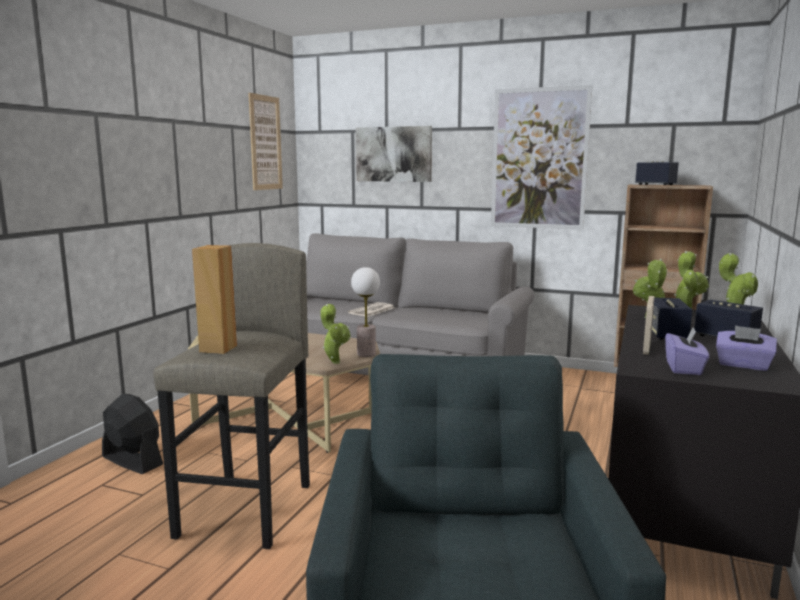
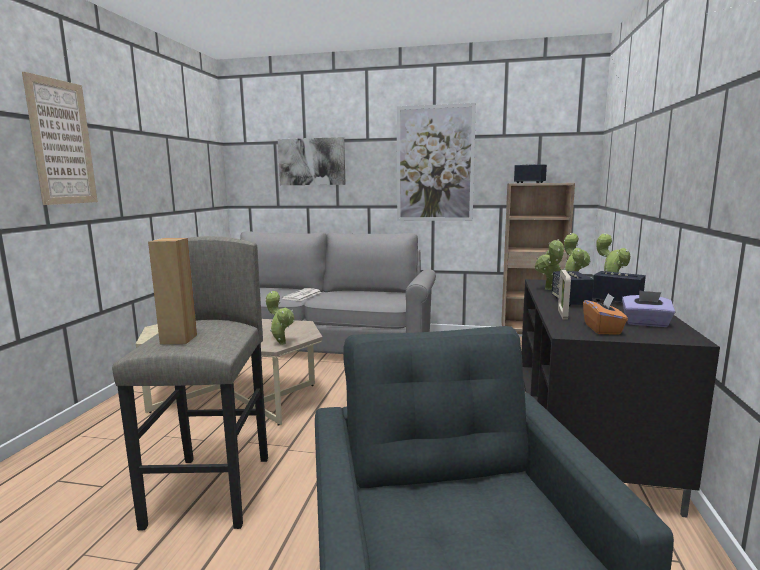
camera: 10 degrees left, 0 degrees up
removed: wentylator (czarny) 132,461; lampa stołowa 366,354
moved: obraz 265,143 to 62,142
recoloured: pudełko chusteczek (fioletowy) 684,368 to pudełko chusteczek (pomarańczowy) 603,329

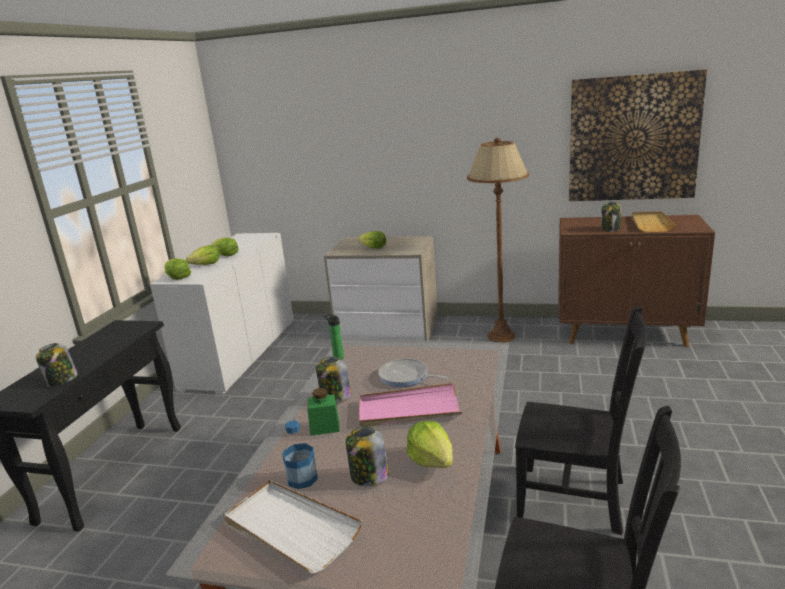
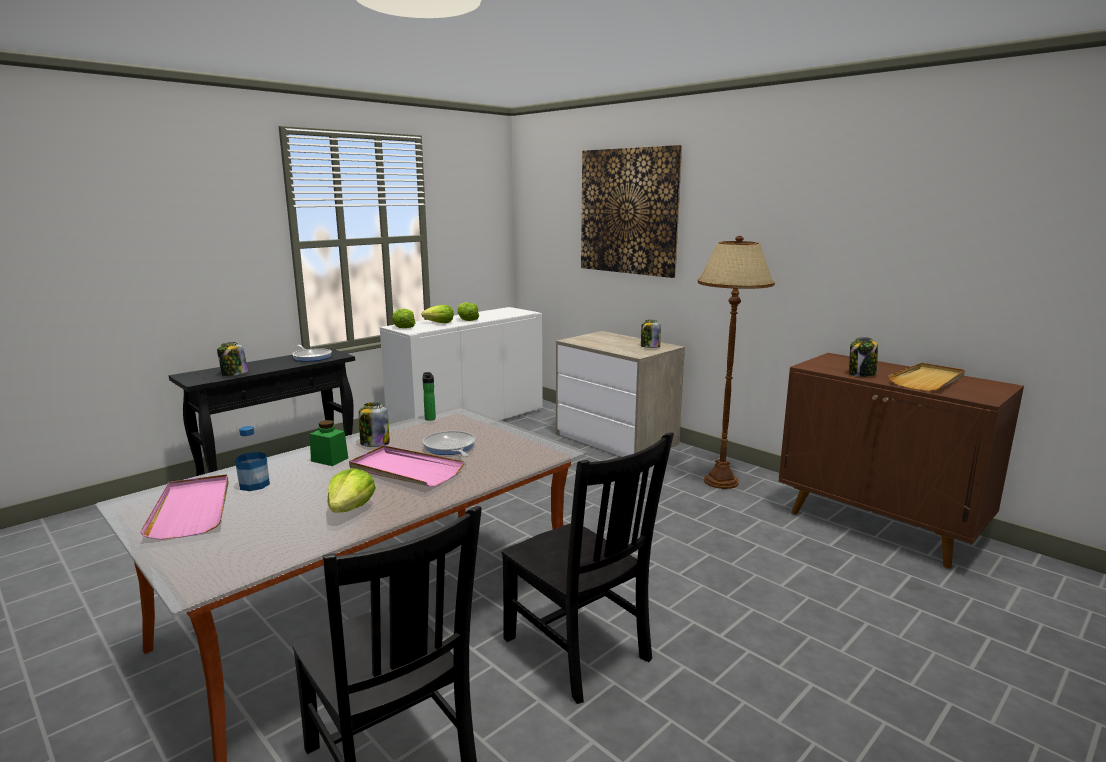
camera: 30 degrees right, 5 degrees down
removed: sałata 373,248
added: patelnia 312,357
moved: słoik 368,477 to 650,347; obraz 633,138 to 628,211
recoloured: taca (biały) 291,528 to taca (różowy) 192,509

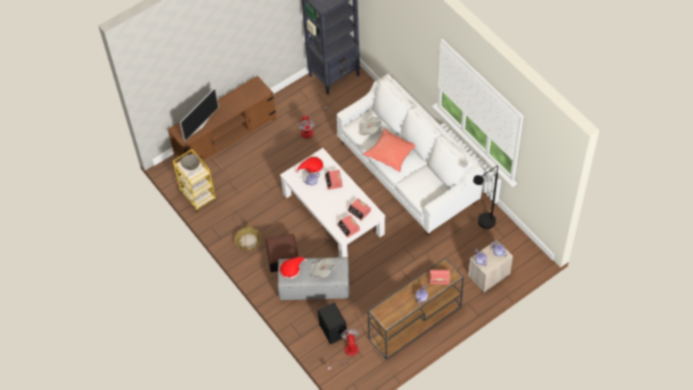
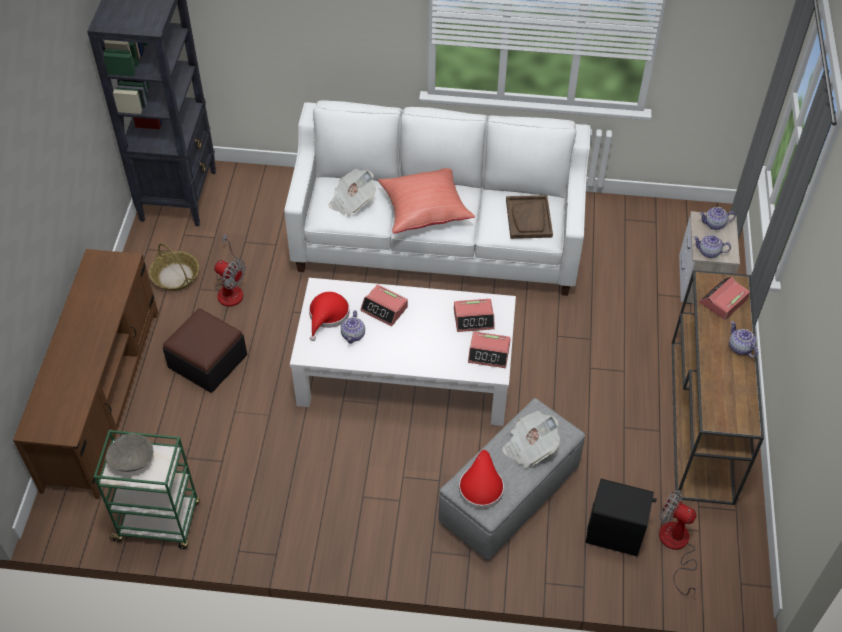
camera: 50 degrees left, 5 degrees down
removed: telewizor 200,126; lampa stojąca (czarny) 483,224
added: taca (brązowy) 529,218
moved: koszyk 248,241 to 175,276; pufa 283,257 to 207,361
recoloured: wózek (żółty) 198,196 to wózek (zielony) 159,522

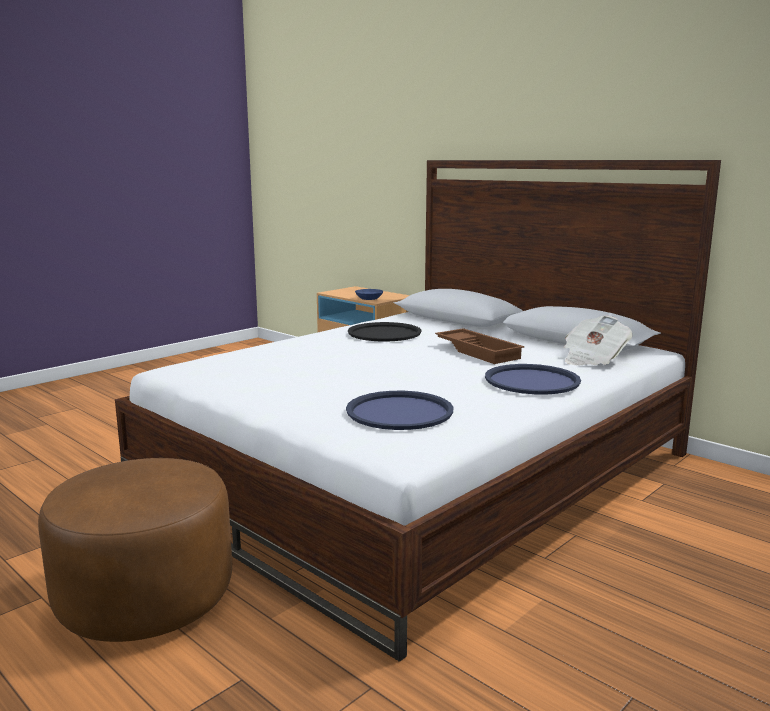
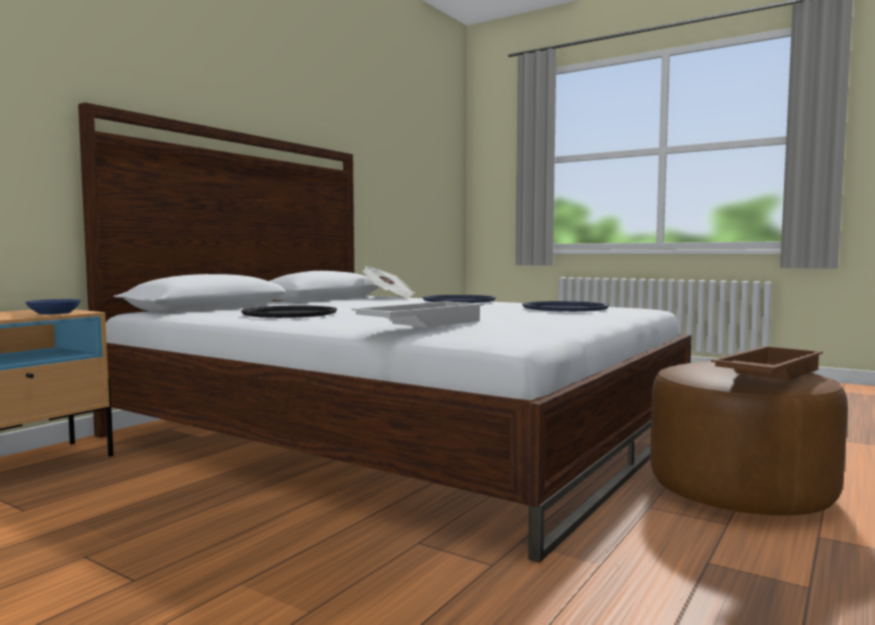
camera: 100 degrees left, 10 degrees down
added: taca (biały) 420,323
moved: taca (brązowy) 479,351 to 766,374

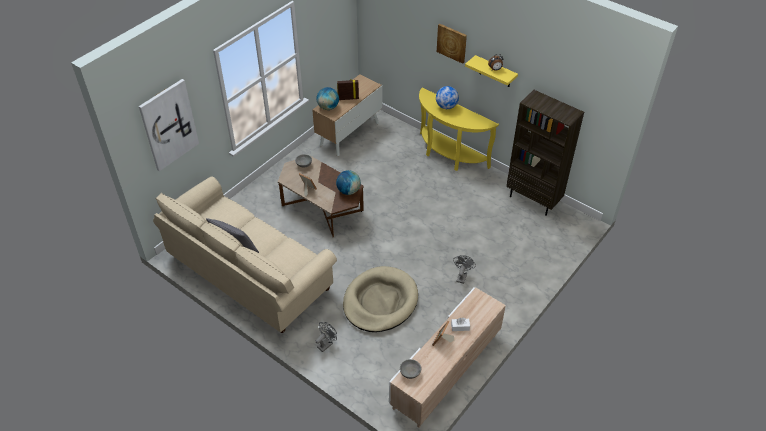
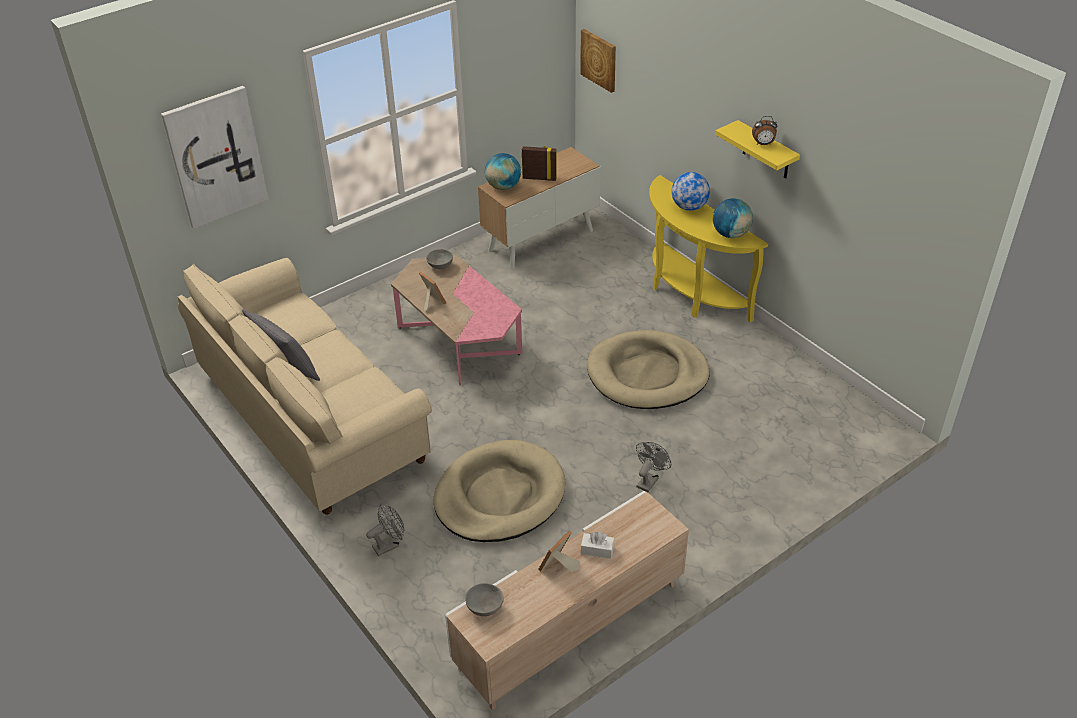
camera: 15 degrees right, 5 degrees down
removed: regał (brązowy) 533,200
added: legowisko (beżowy) 647,374
moved: globus 348,191 to 730,234; obraz 452,43 to 599,60
recoloured: ława (brązowy) 322,209 to ława (różowy) 458,341

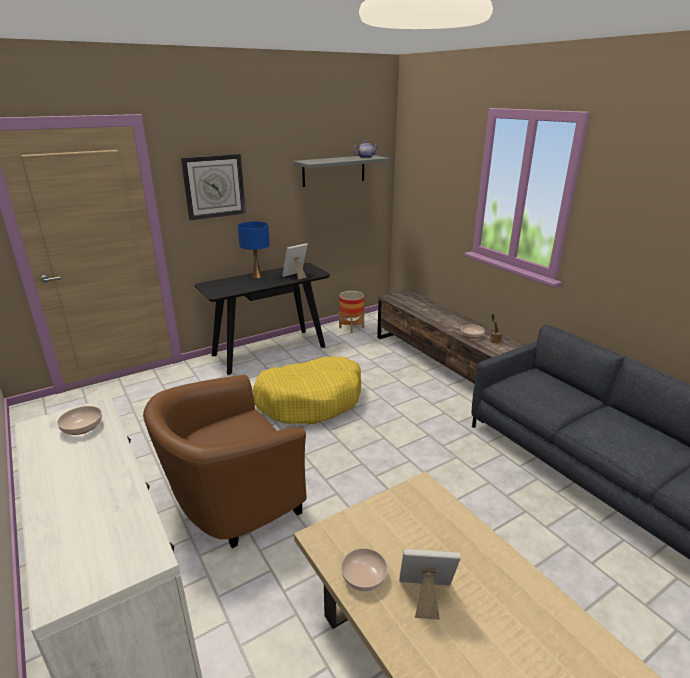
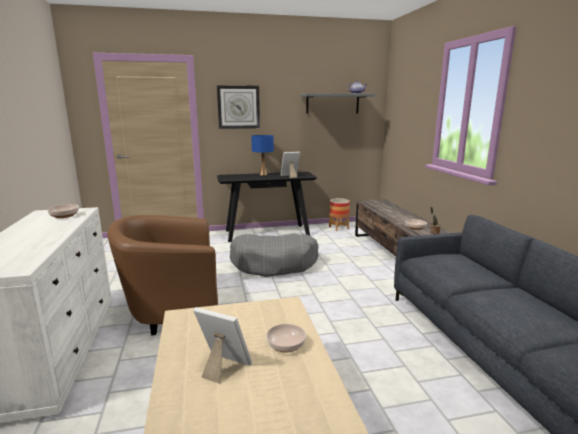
camera: 20 degrees right, 10 degrees down
moved: miska 363,577 to 285,345
recoloured: legowisko (żółty) 310,400 to legowisko (szary) 274,263

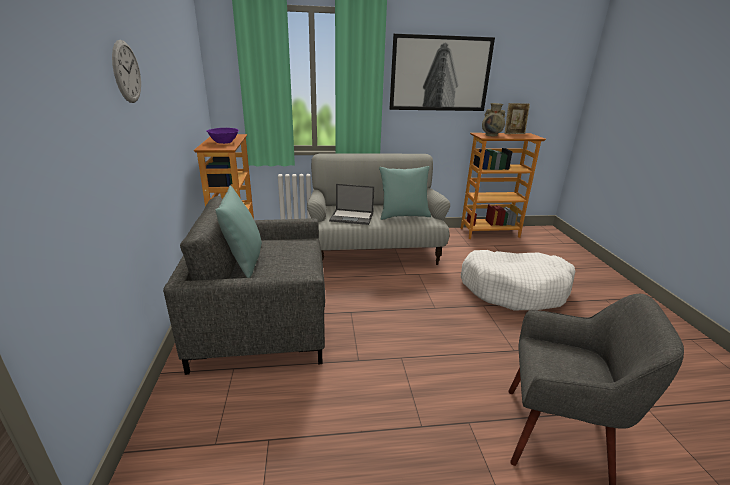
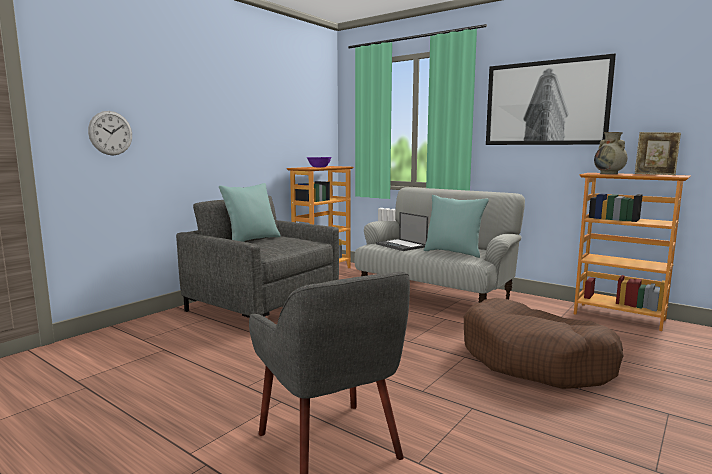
camera: 45 degrees right, 15 degrees down
moved: zegar ścienny 126,72 to 110,133
recoloured: legowisko (biały) 514,289 to legowisko (brązowy) 535,360

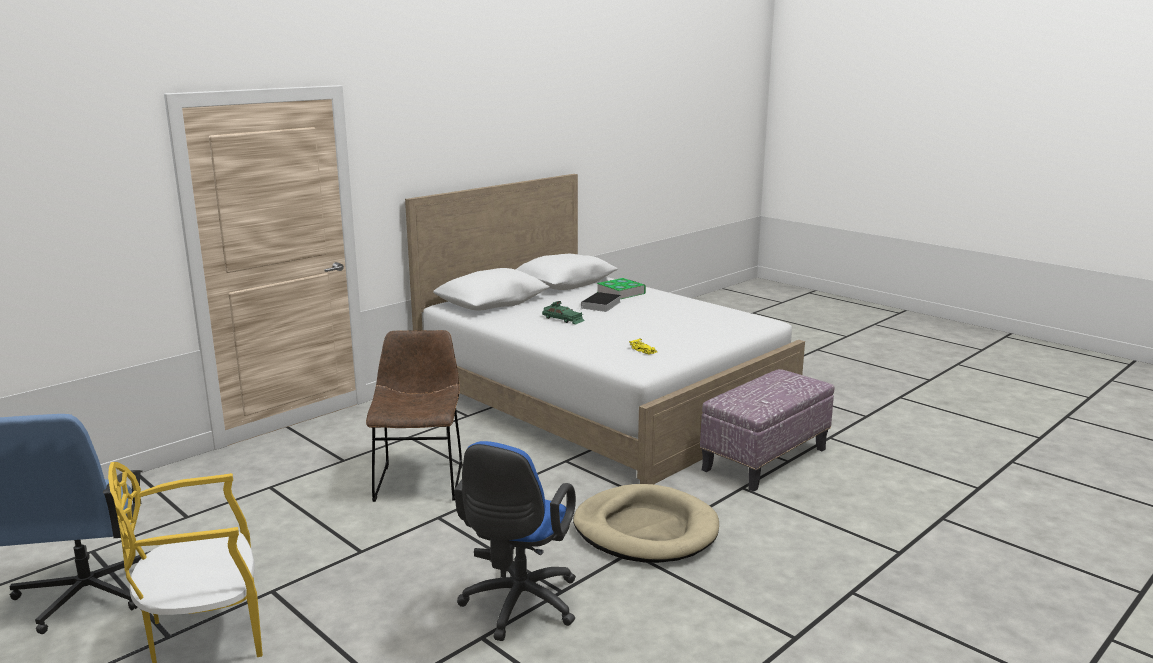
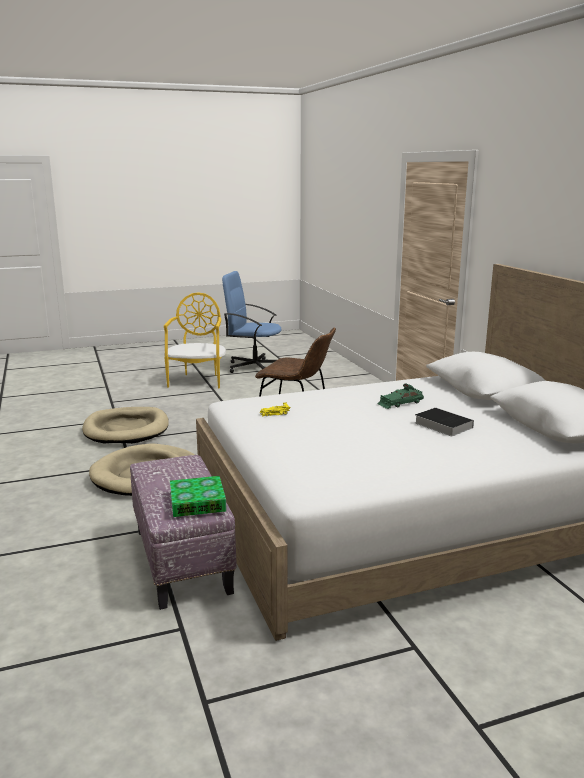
camera: 115 degrees right, 0 degrees up
moved: książka 621,292 to 197,502
replaced: krzesło biurowe (niebieski) 518,607 to legowisko (beżowy) 126,429

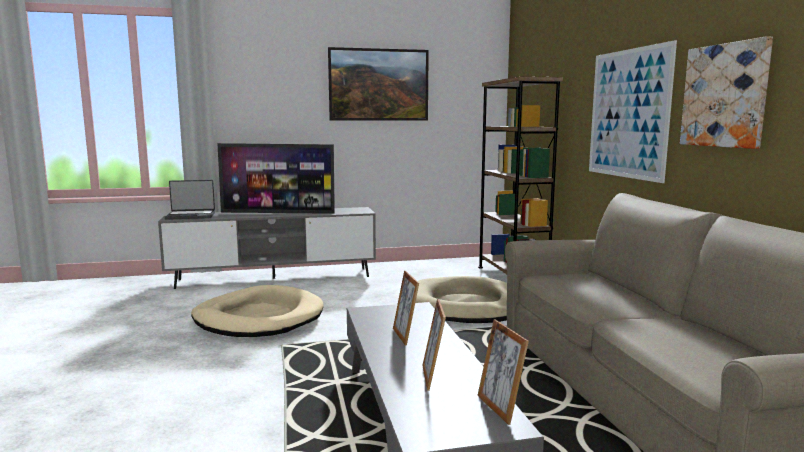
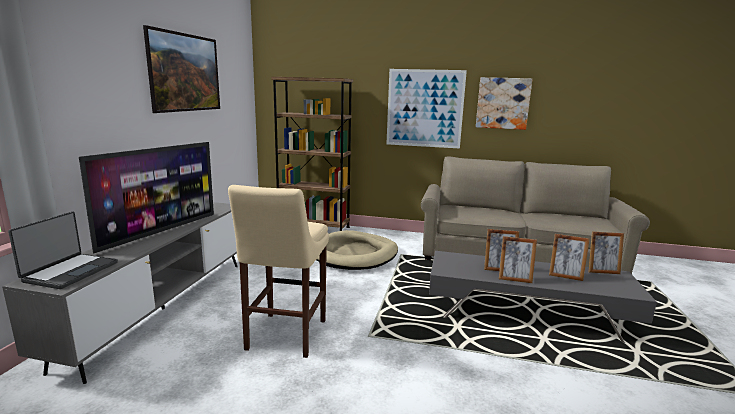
camera: 65 degrees left, 5 degrees up
added: ramka na zdjęcie 514,279
replaced: legowisko (beżowy) 259,318 to stołek (beżowy) 284,337

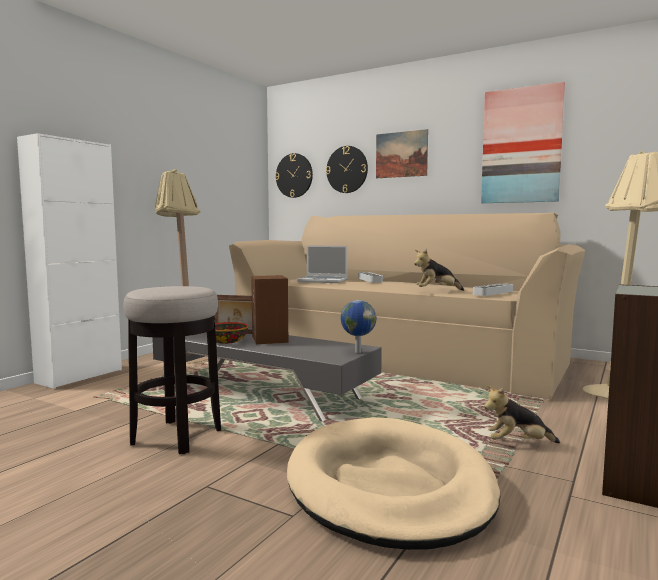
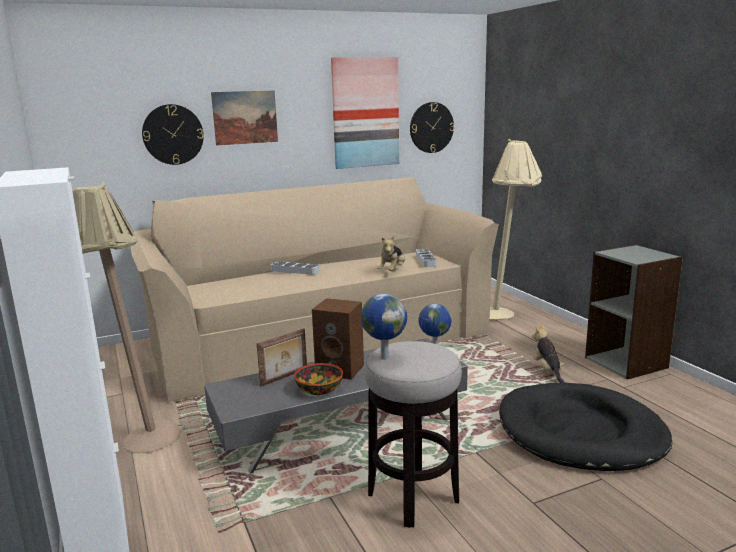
camera: 55 degrees left, 10 degrees up
removed: laptop 323,281
added: globus 384,357
moved: zegar ścienny 294,175 to 431,127
recoloured: legowisko (beżowy) 389,486 to legowisko (czarny) 581,432
turned: pluszak 518,443 = 548,371 135 degrees clockwise

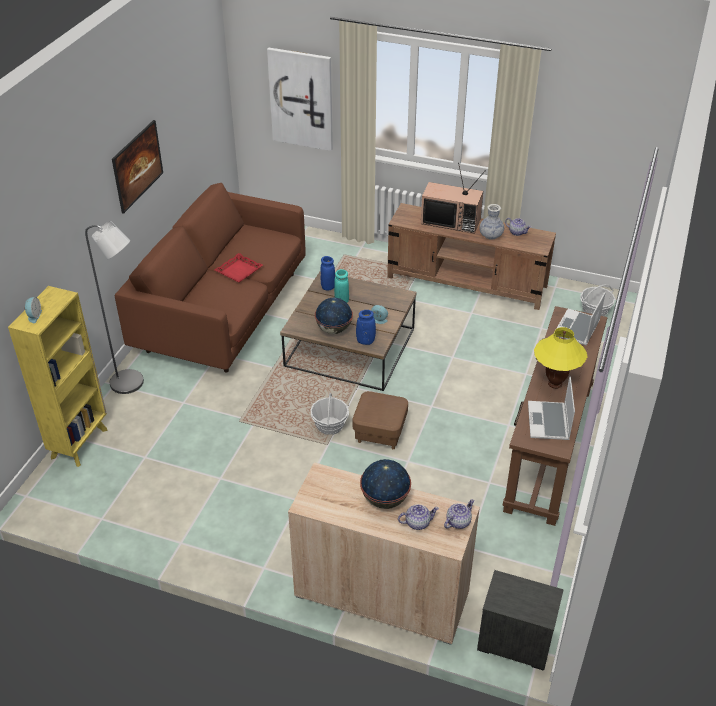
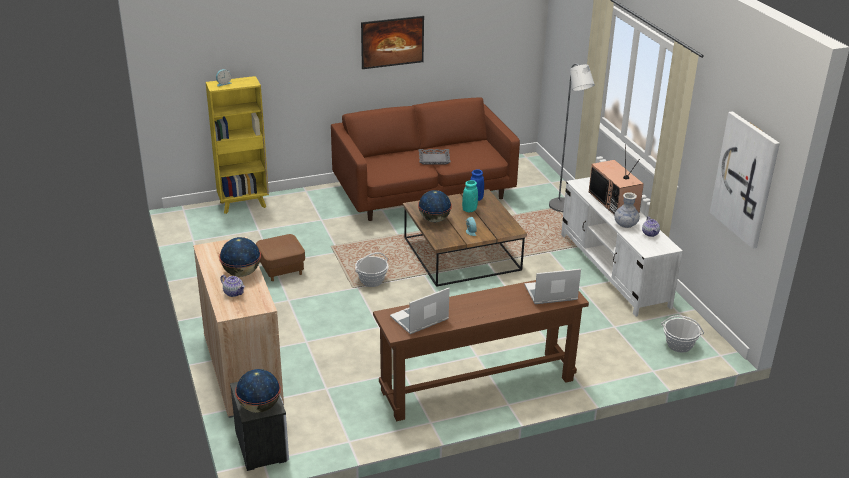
camera: 50 degrees right, 10 degrees down
removed: wazon (niebieski) 365,341; imbryk 458,521; lampa stołowa (żółty) 555,384
added: globus 259,407
moved: lampa stojąca (szary) 133,384 to 564,208; obraz 301,99 to 745,179; pufa (brązowy) 380,433 to 281,269
recoloured: taca (czerwony) 238,271 to taca (szary) 434,159; szafka pod telewizor (brązowy) 467,282 to szafka pod telewizor (biały) 613,270

